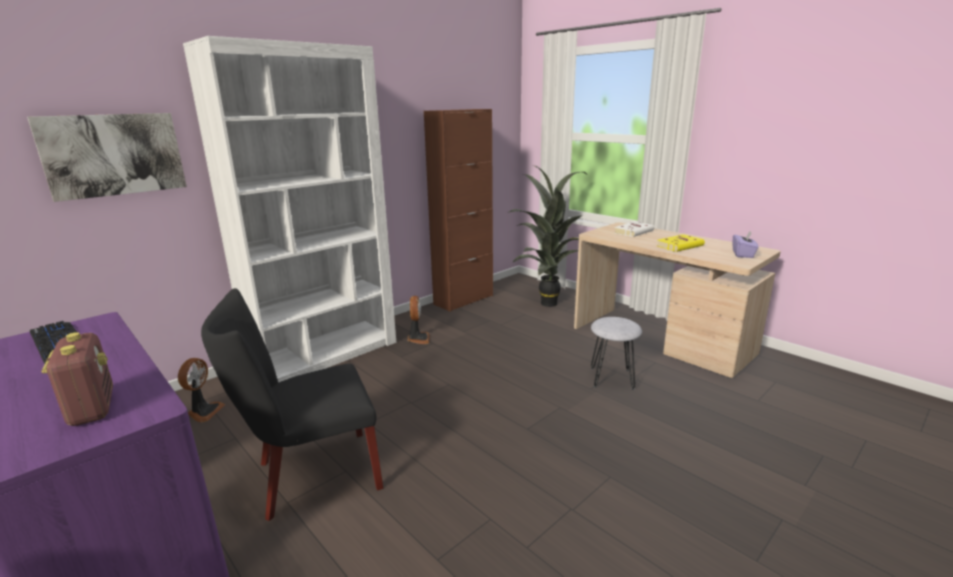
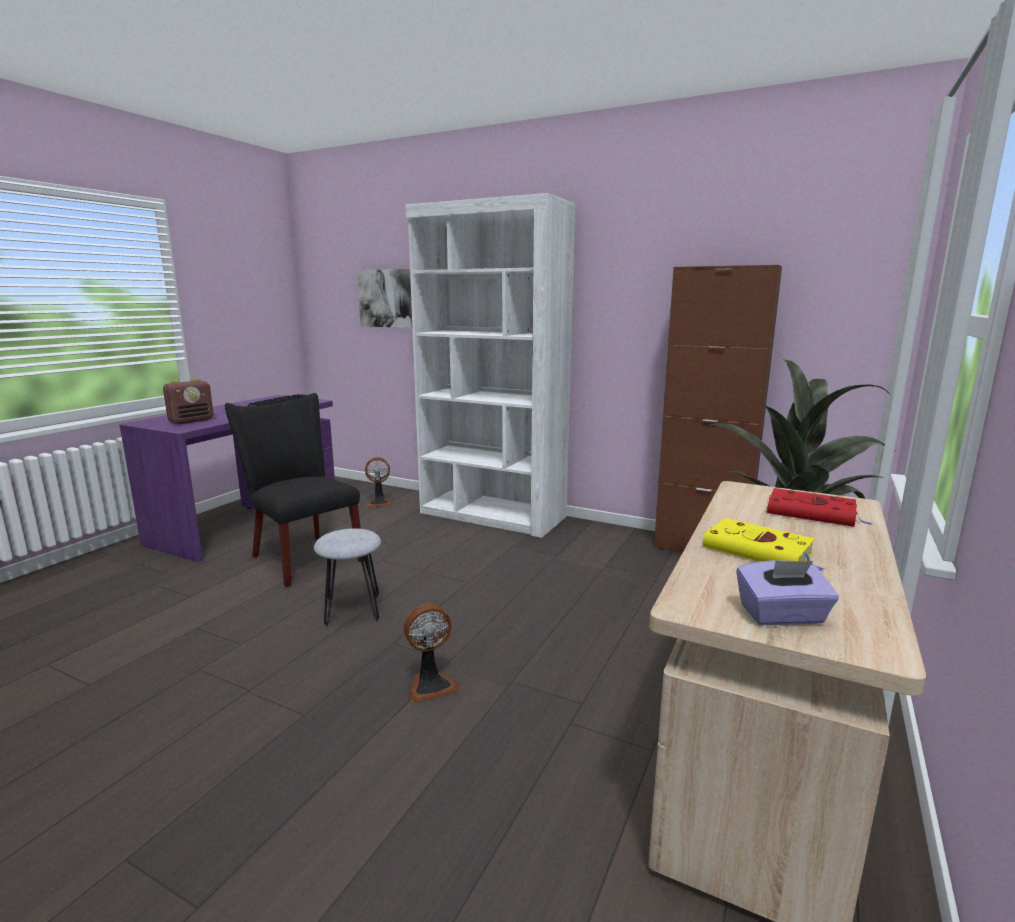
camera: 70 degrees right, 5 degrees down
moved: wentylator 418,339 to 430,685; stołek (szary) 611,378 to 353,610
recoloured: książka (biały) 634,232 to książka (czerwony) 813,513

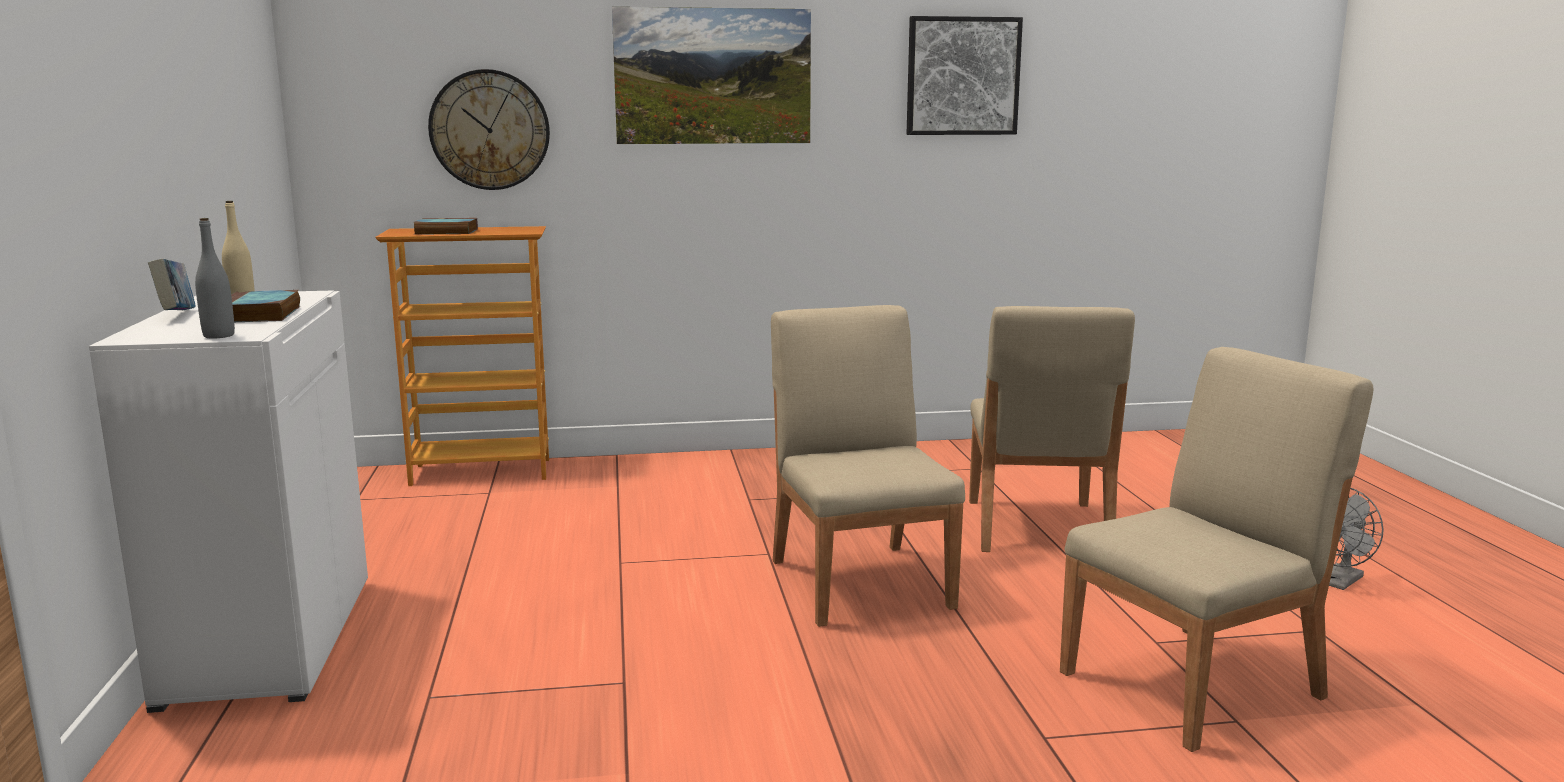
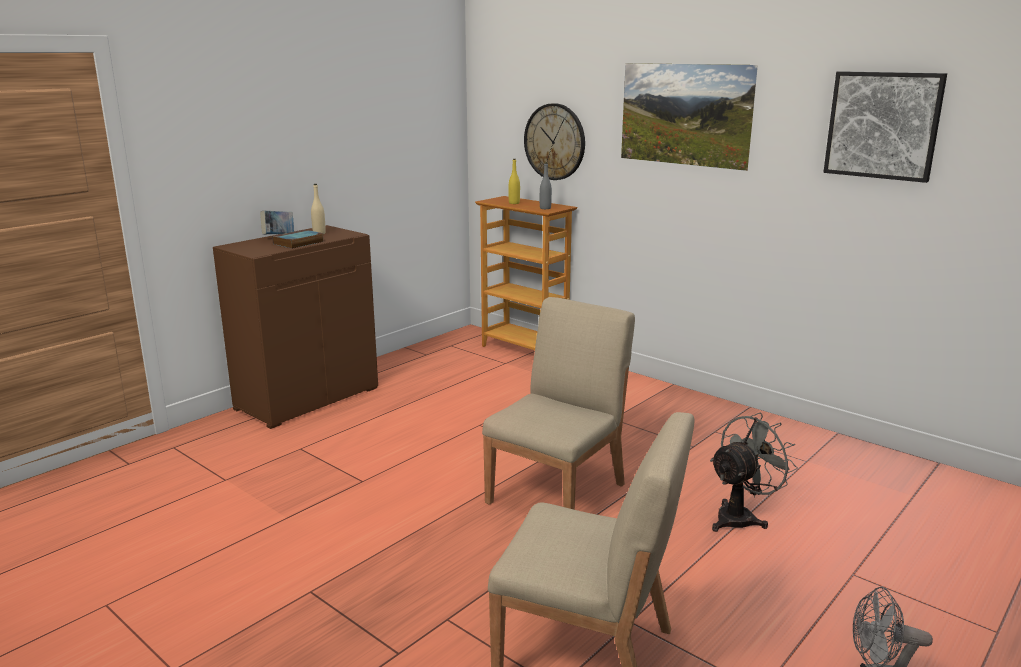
camera: 50 degrees right, 5 degrees up
moved: butelka (szary) 219,335 to 545,208
replaced: książka 444,232 to butelka (żółty) 514,203; krzesło (beżowy) 1036,527 to wentylator (szary) 741,517
recoloured: szafka (biały) 268,639 to szafka (brązowy) 307,398

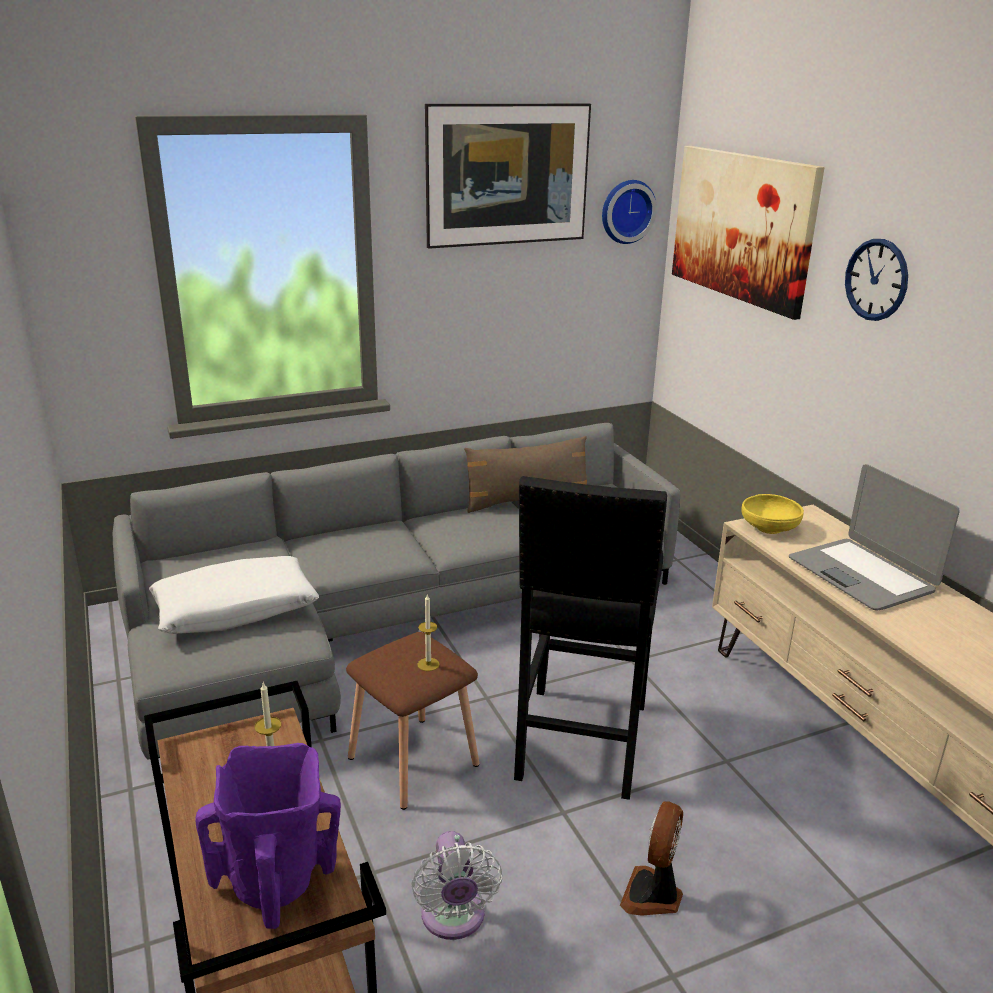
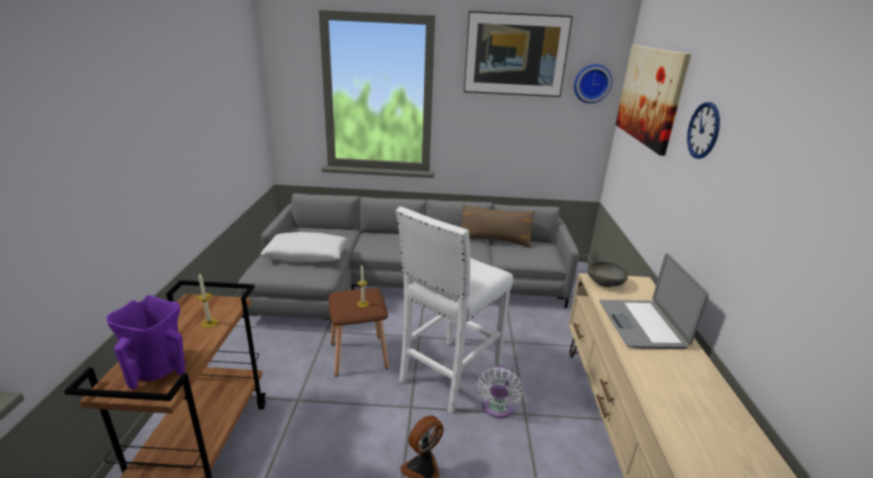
camera: 25 degrees right, 0 degrees up
moved: wentylator (biały) 454,919 to 497,409
recoloured: stołek (czarny) 580,743 to stołek (biały) 448,375; miska (żółty) 769,528 to miska (szary) 605,283

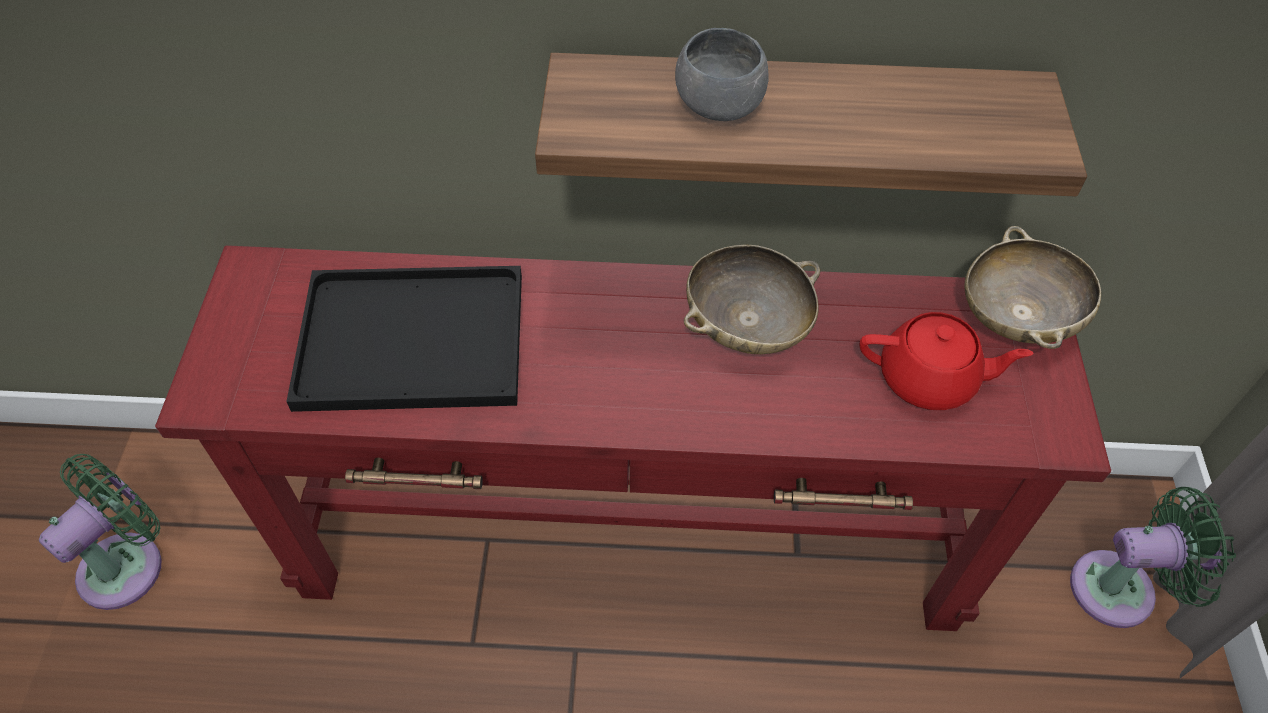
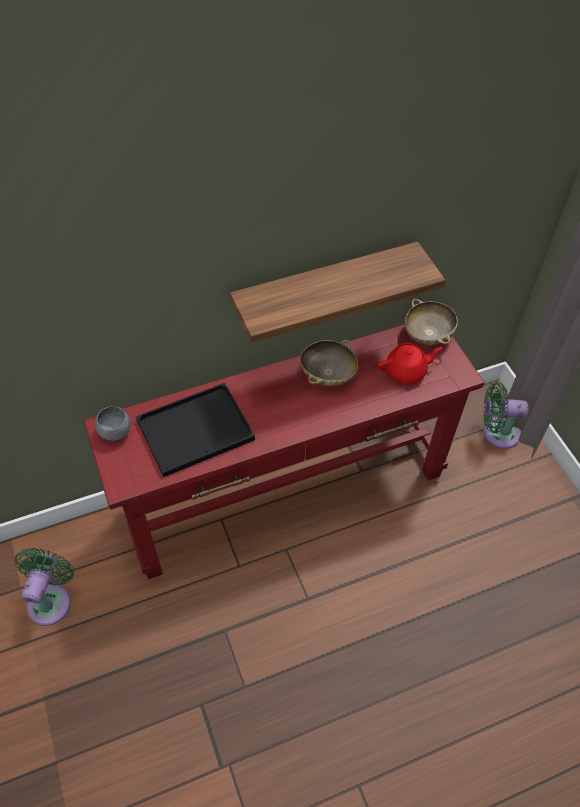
camera: 25 degrees left, 0 degrees up
moved: miska (szary) 718,106 to 115,432
turned: wentylator (zielony) 1121,589 = 497,433 150 degrees counterclockwise

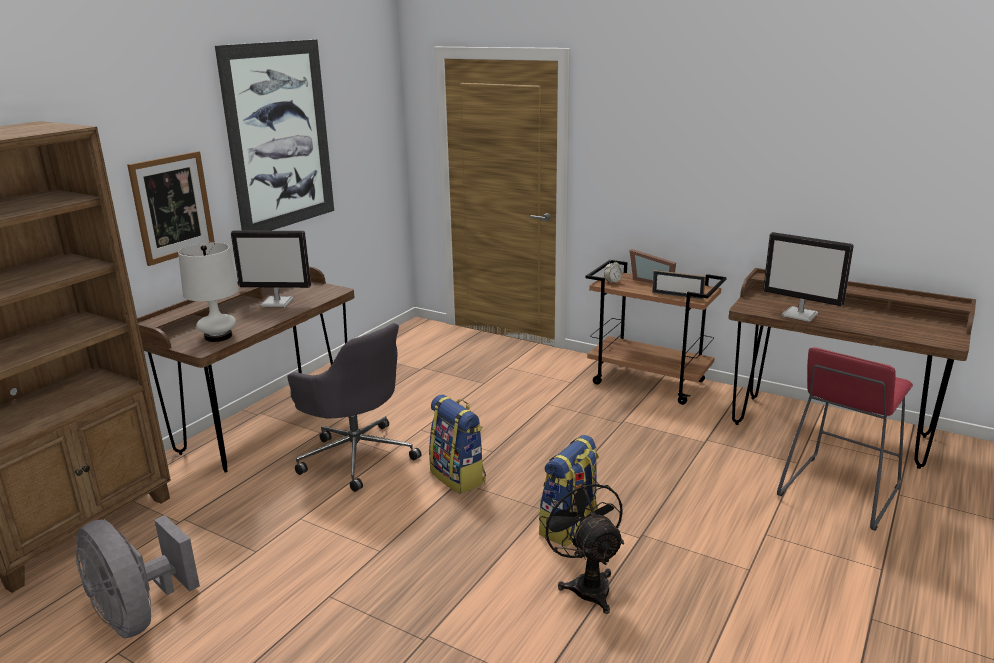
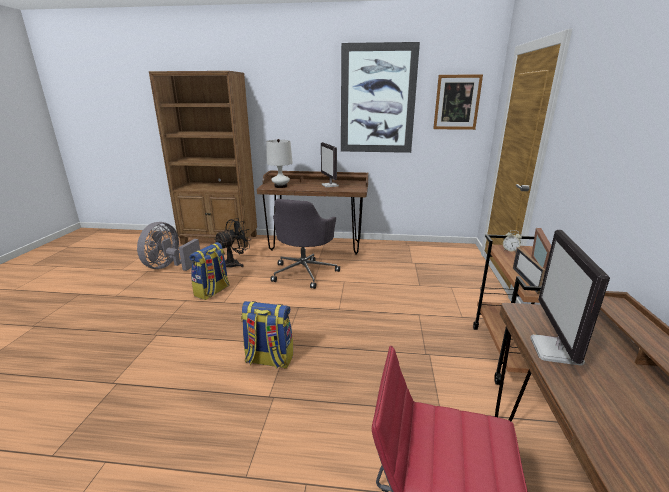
camera: 65 degrees right, 0 degrees up
moved: obraz 172,207 to 457,102; plecak 458,477 to 212,292; wentylator (czarny) 586,584 to 235,264

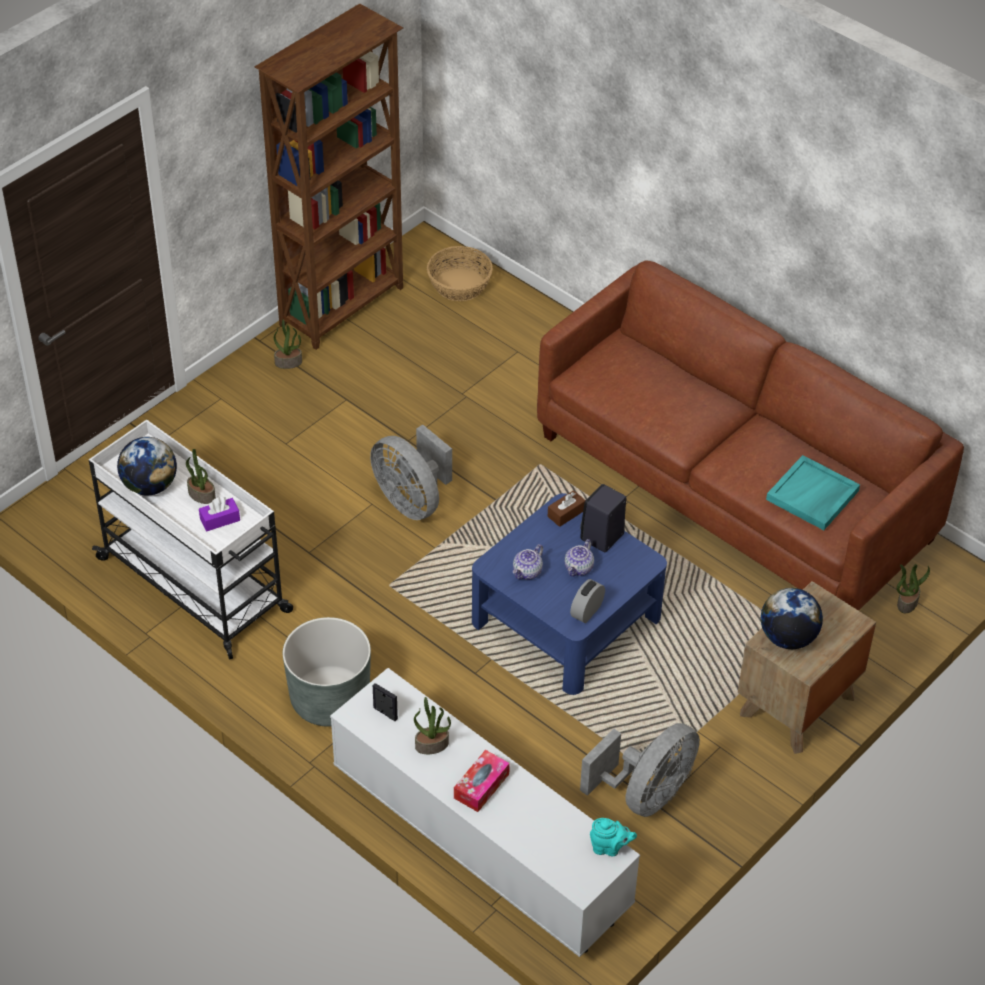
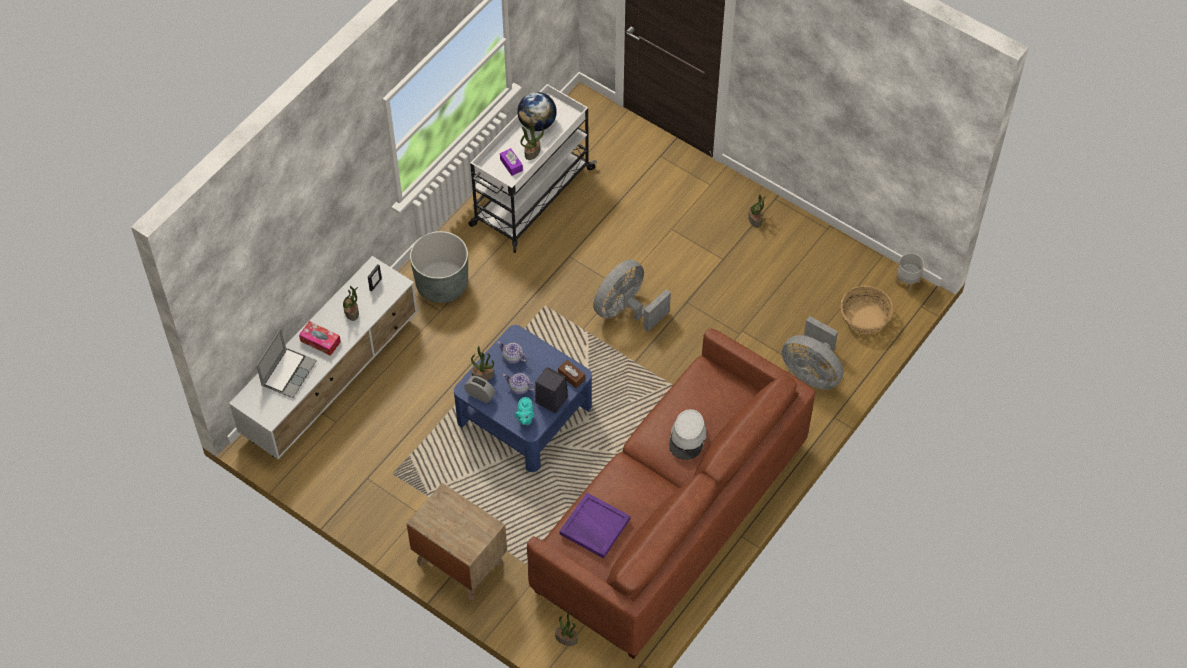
camera: 85 degrees right, 10 degrees up
removed: regał (brązowy) 343,307; globus 787,638
added: laptop 288,373; roślina doniczkowa 483,375; kapelusz (szary) 687,438; donica (szary) 907,282
moved: wentylator (szary) 646,794 to 811,372; imbryk (turkusowy) 609,848 to 525,419
recoloured: taca (turkusowy) 812,496 to taca (fioletowy) 594,527

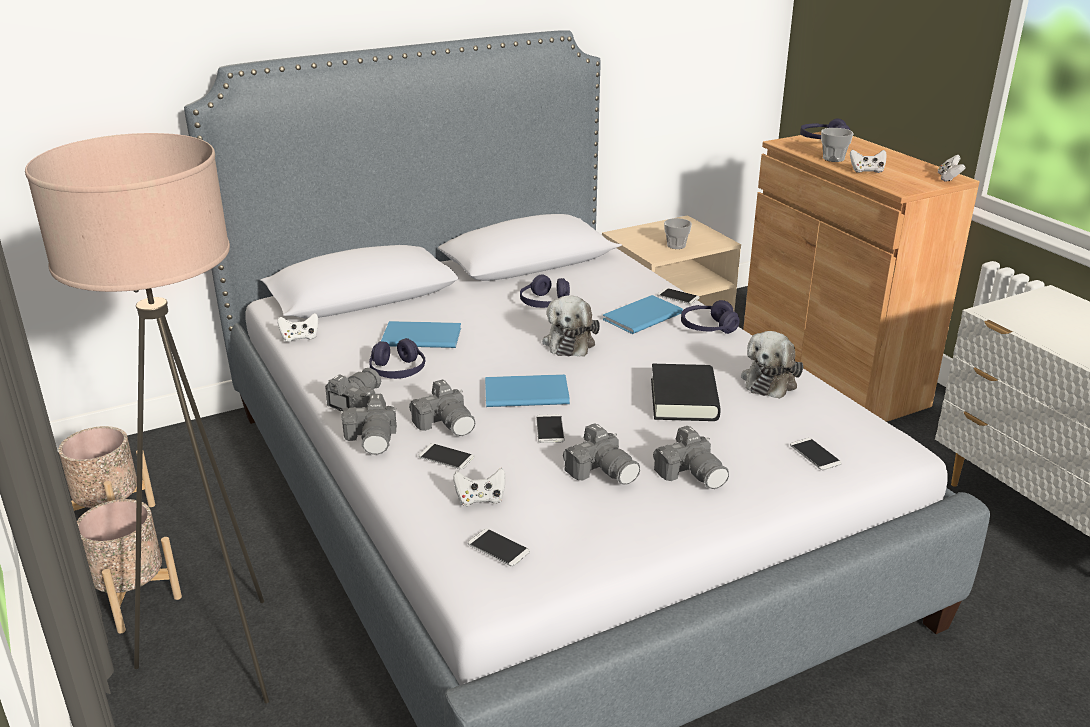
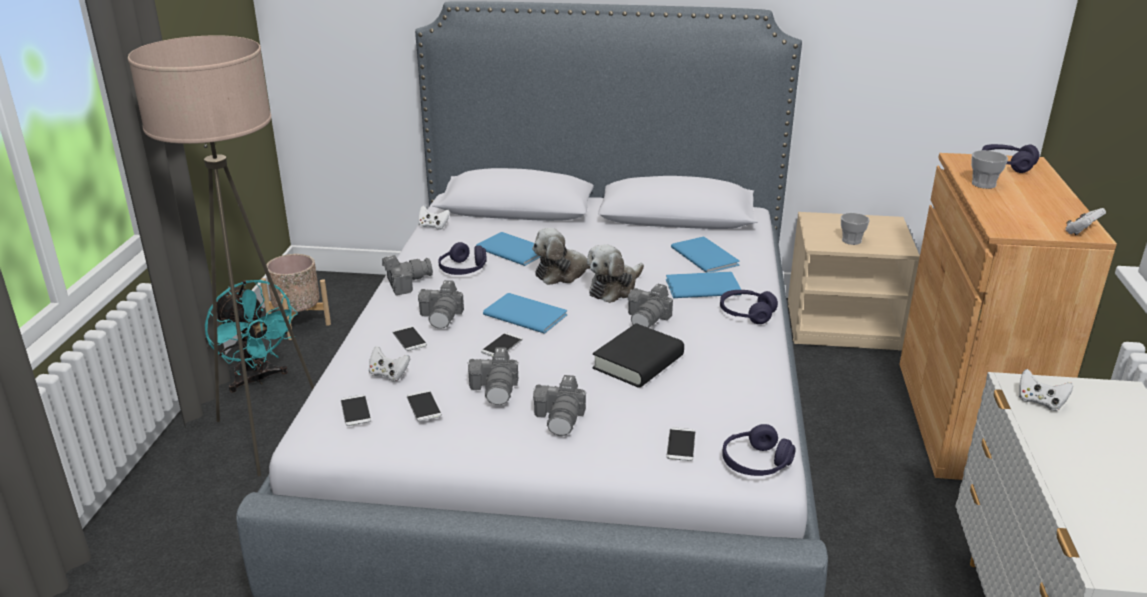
camera: 35 degrees right, 0 degrees up
added: książka (niebieski) 705,255
moved: aparat fotograficzny 373,438 to 648,318; słuchawki (fioletowy) 545,303 to 755,463; telefon 678,297 to 424,406; pluszak 770,380 to 564,273; pad do gier (biały) 866,171 to 1040,402
replaced: donica (beżowy) 132,600 to wentylator (turkusowy) 257,379

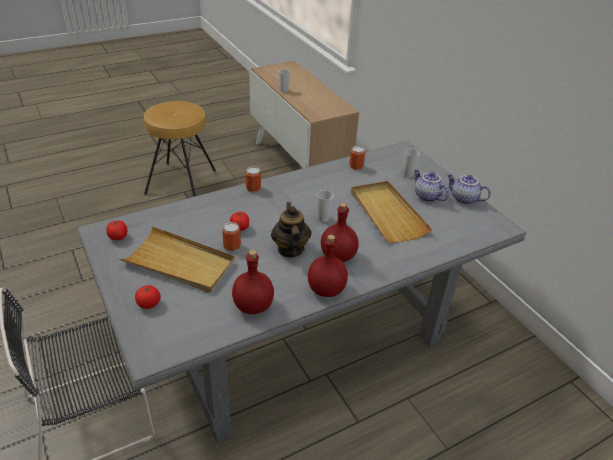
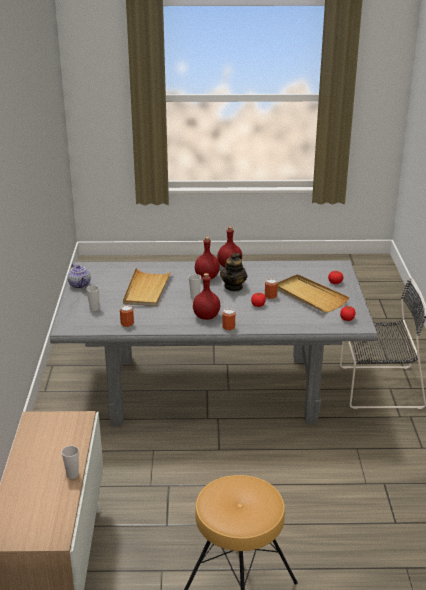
camera: 150 degrees left, 10 degrees down
removed: imbryk 426,196
moved: butelka (czerwony) 254,306 to 206,316

